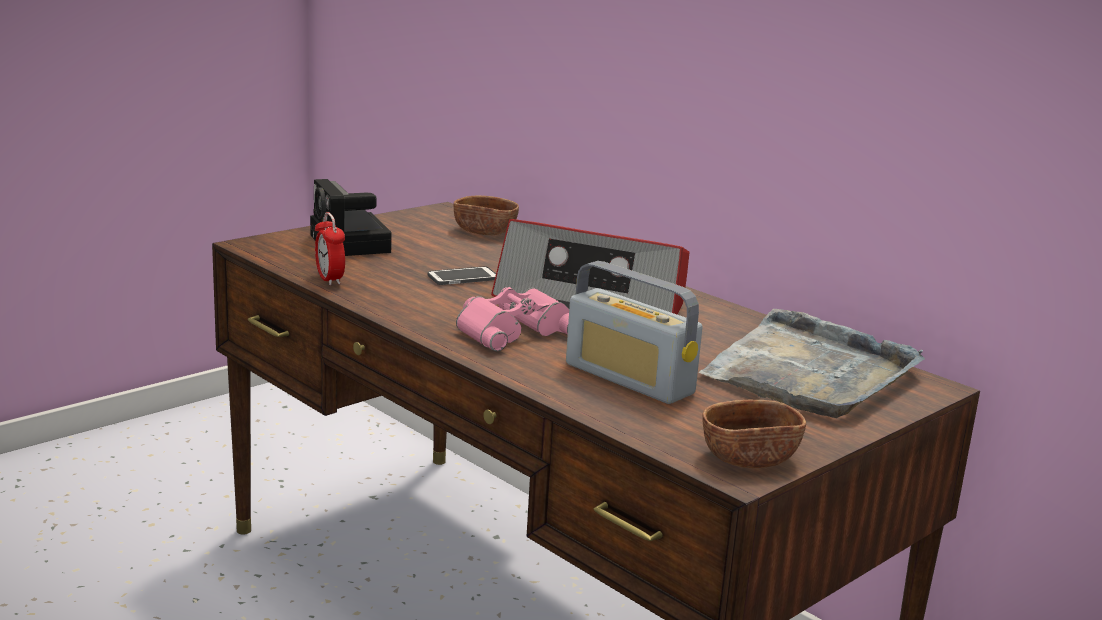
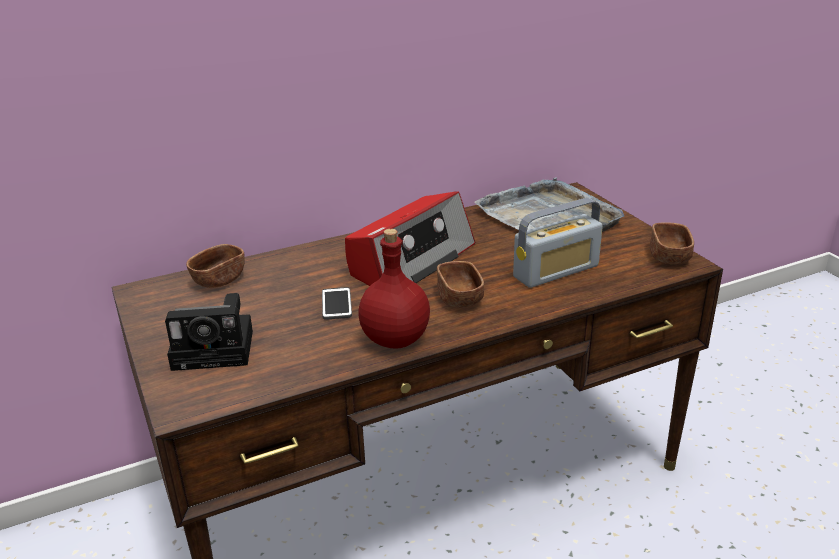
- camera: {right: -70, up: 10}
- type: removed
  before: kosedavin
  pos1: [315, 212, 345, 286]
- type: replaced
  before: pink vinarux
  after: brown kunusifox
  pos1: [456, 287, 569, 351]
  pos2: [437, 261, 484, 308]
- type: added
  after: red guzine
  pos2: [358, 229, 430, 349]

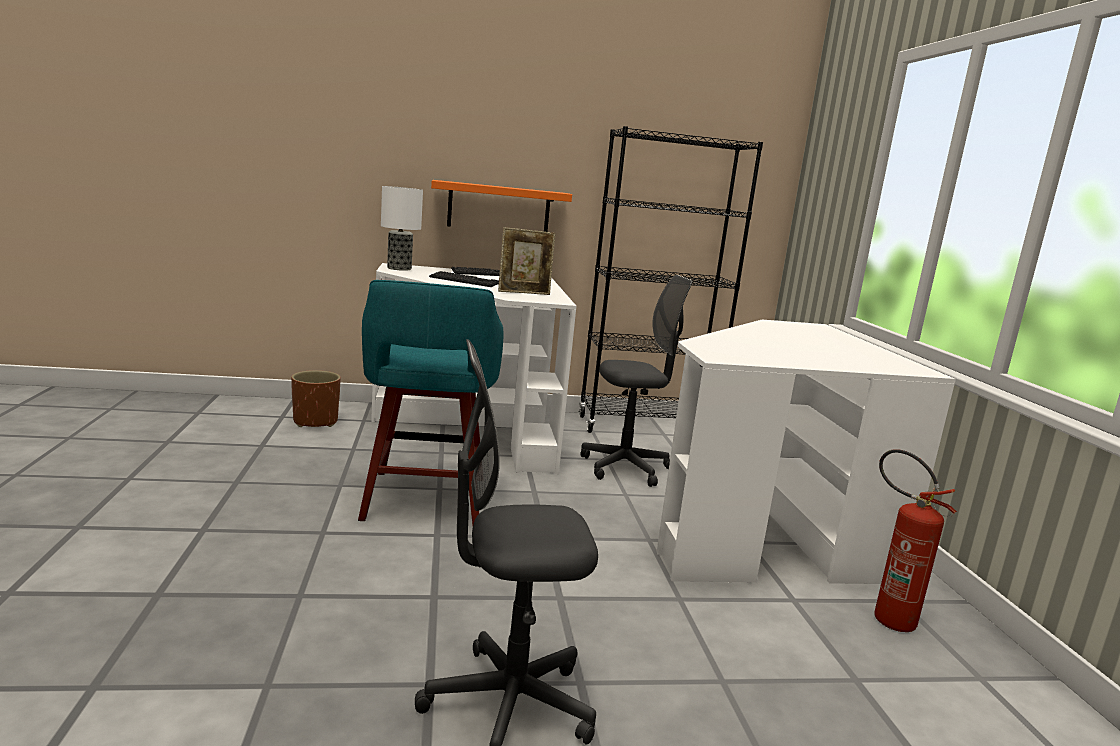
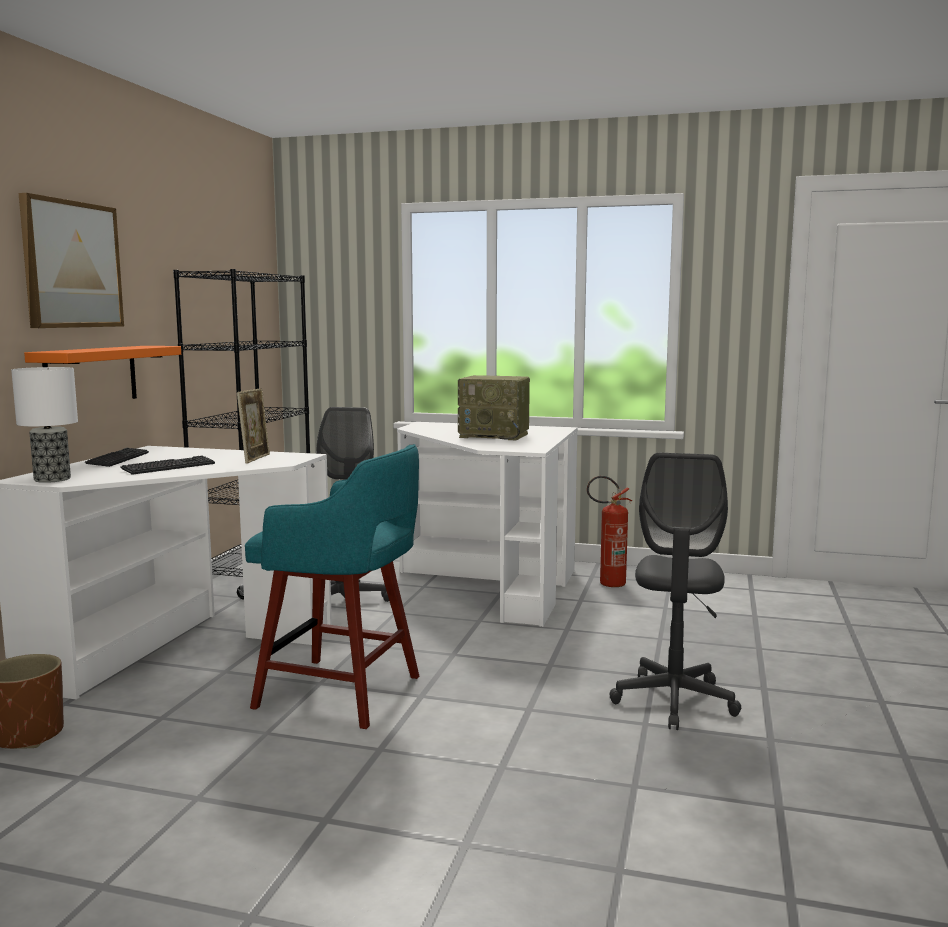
- camera: {right: -65, up: -5}
- type: added
  after: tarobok
  pos2: [19, 193, 124, 328]
- type: added
  after: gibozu
  pos2: [458, 375, 530, 440]

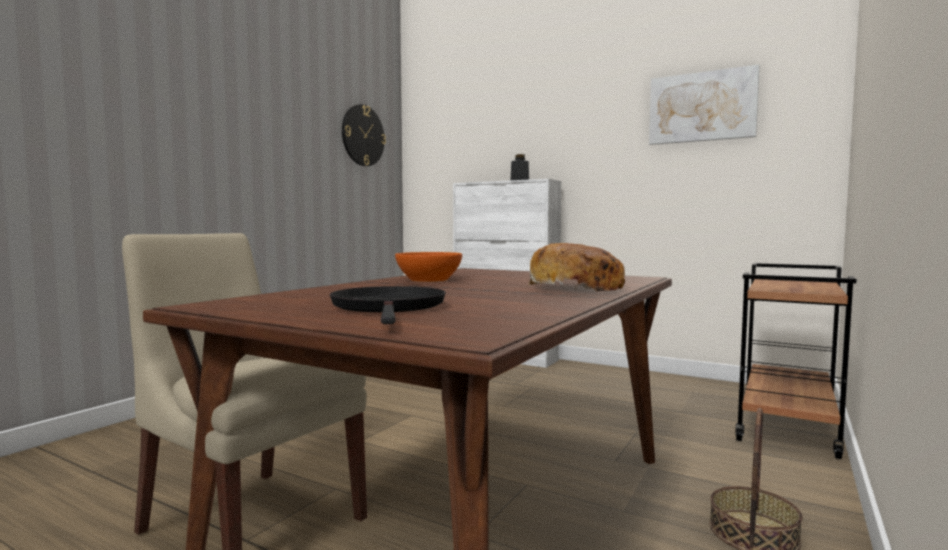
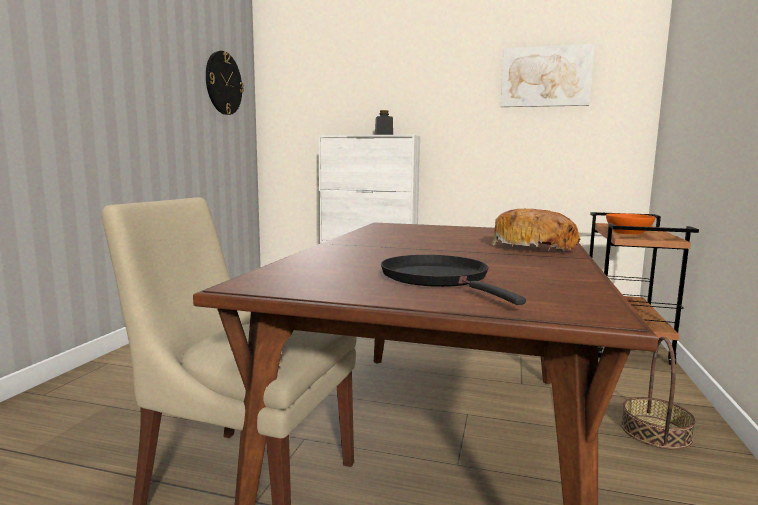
- camera: {right: -15, up: 5}
- type: moved
  before: orange kunusifox
  pos1: [395, 252, 462, 282]
  pos2: [606, 213, 656, 235]

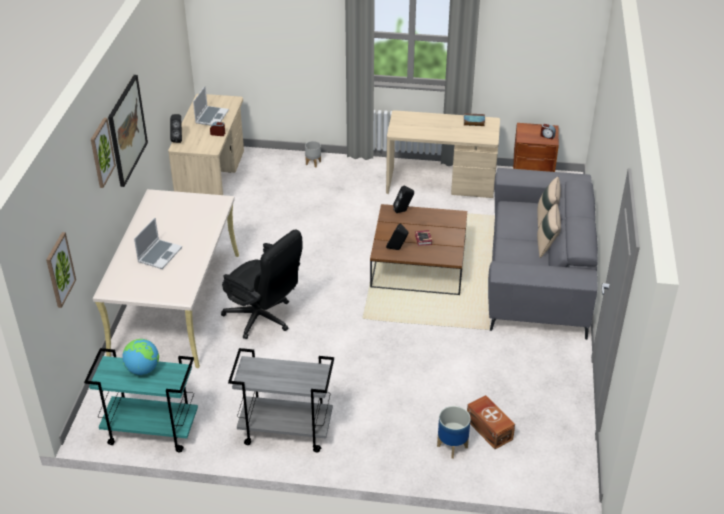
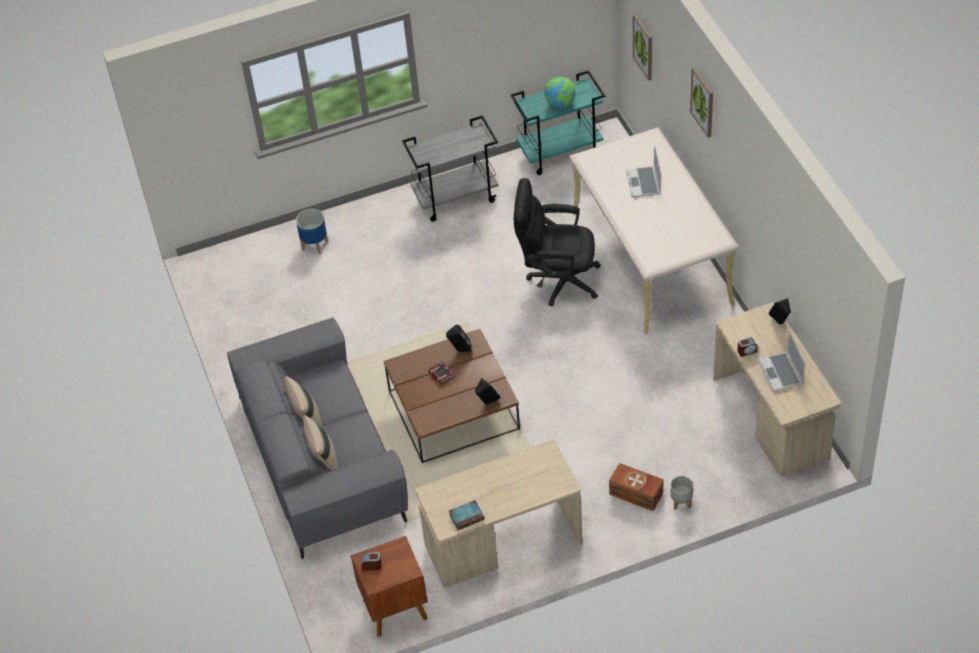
- camera: {right: 155, up: 10}
- type: removed
  before: tarobok
  pos1: [108, 75, 148, 187]
- type: moved
  before: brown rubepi
  pos1: [467, 395, 515, 449]
  pos2: [609, 463, 663, 511]

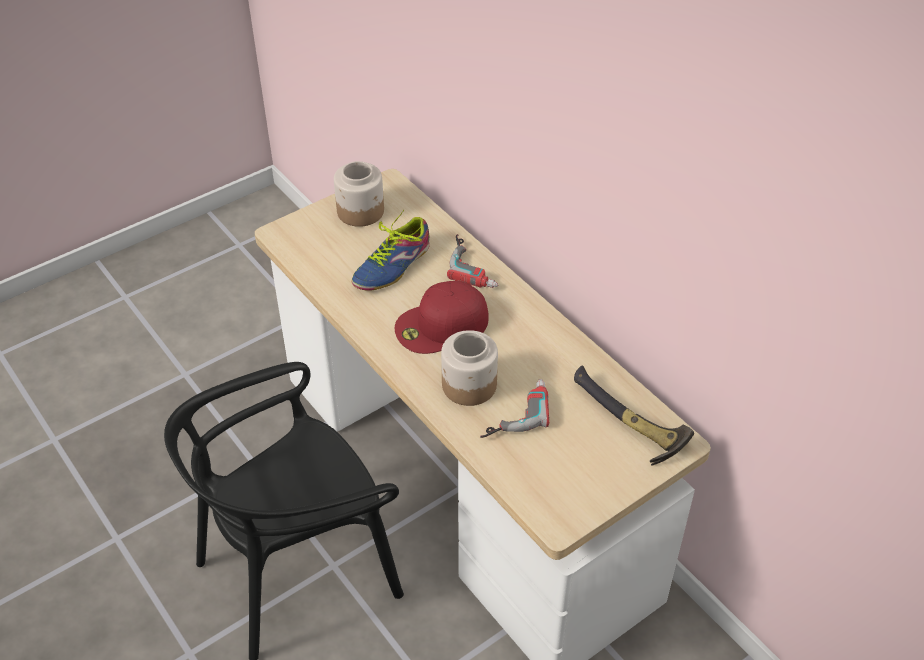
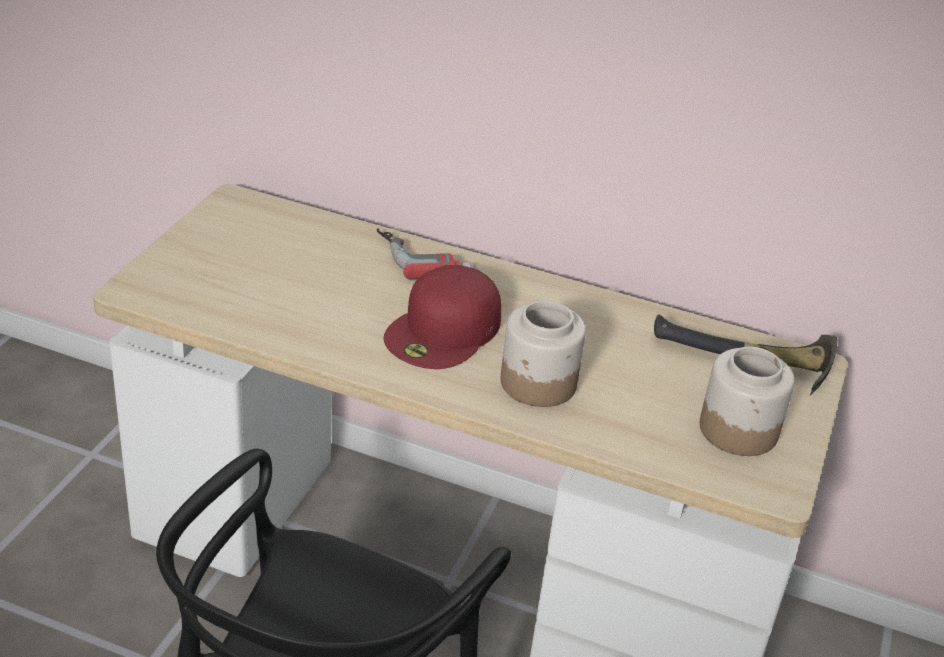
- camera: {right: -35, up: -10}
- type: moved
  before: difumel
  pos1: [334, 161, 384, 227]
  pos2: [700, 347, 795, 456]
- type: removed
  before: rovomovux
  pos1: [351, 210, 430, 291]
- type: removed
  before: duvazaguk
  pos1: [480, 379, 549, 438]

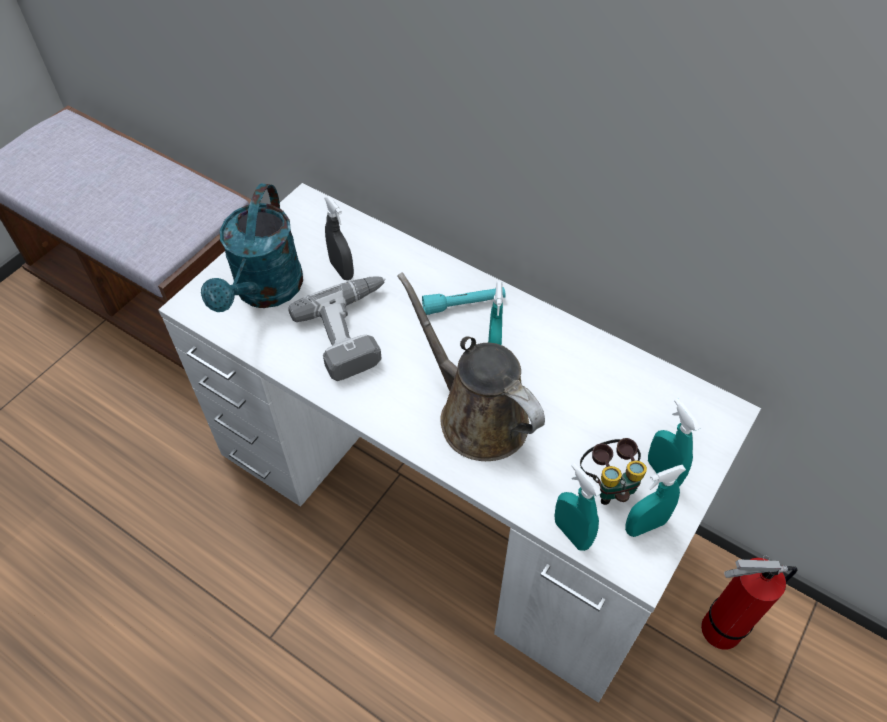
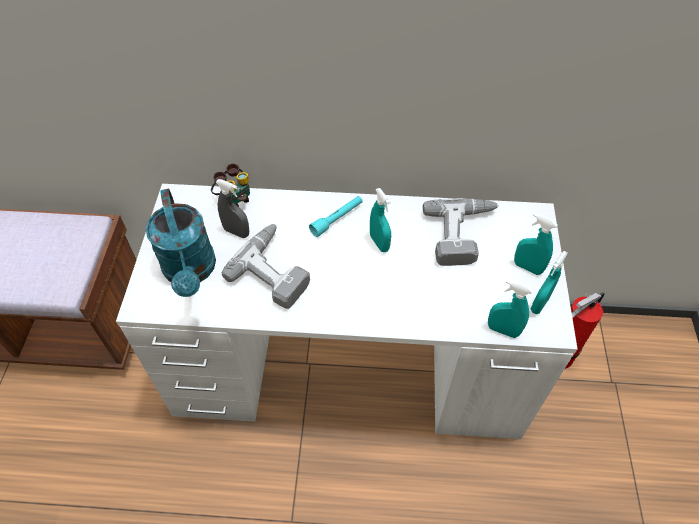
- camera: {right: -30, up: 0}
- type: removed
  before: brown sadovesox
  pos1: [398, 272, 545, 461]
- type: moved
  before: vinarux
  pos1: [580, 438, 647, 505]
  pos2: [211, 164, 250, 207]
- type: added
  after: duvazaguk
  pos2: [423, 198, 499, 266]

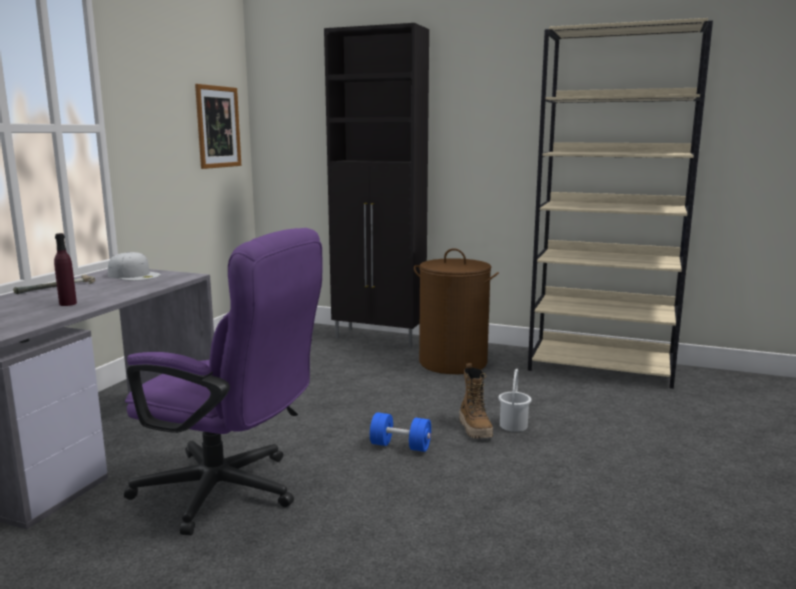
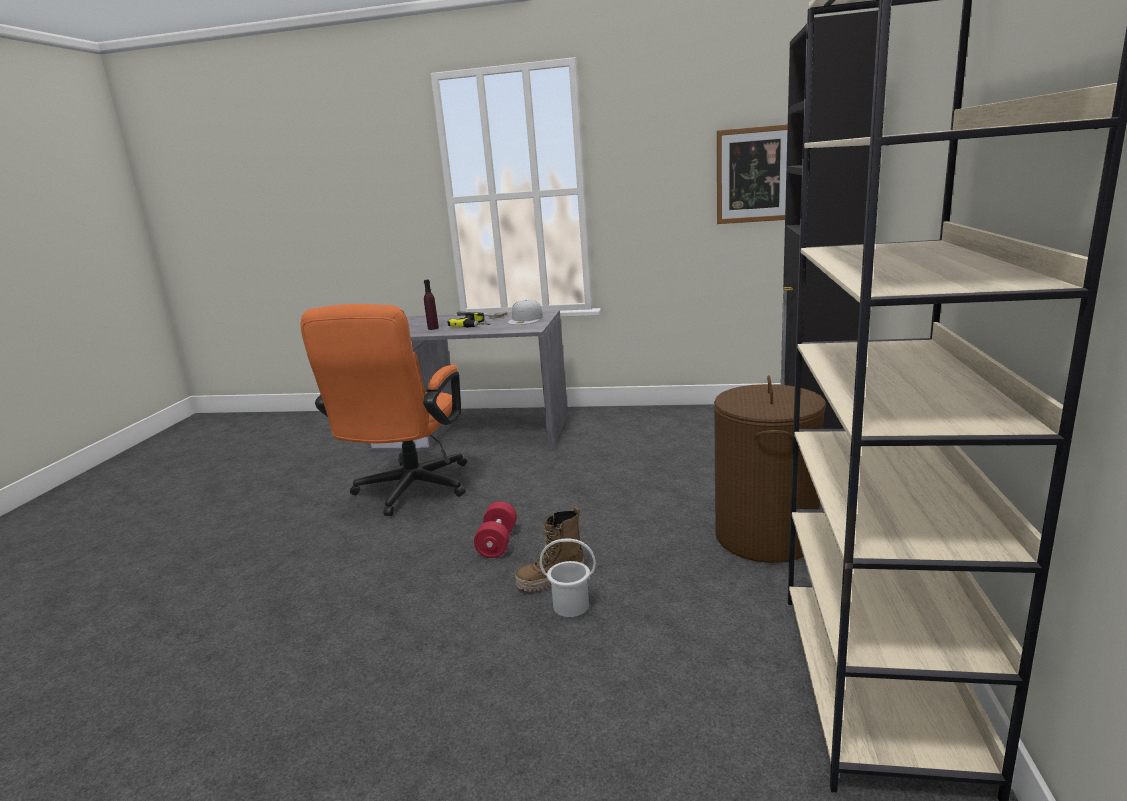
- camera: {right: 80, up: 5}
- type: recoloured
  before: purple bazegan
  after: orange bazegan
  pos1: [124, 228, 322, 535]
  pos2: [301, 304, 467, 516]
- type: recoloured
  before: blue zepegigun
  after: red zepegigun
  pos1: [370, 412, 431, 452]
  pos2: [474, 501, 517, 558]
- type: added
  after: duvazaguk
  pos2: [447, 312, 491, 328]

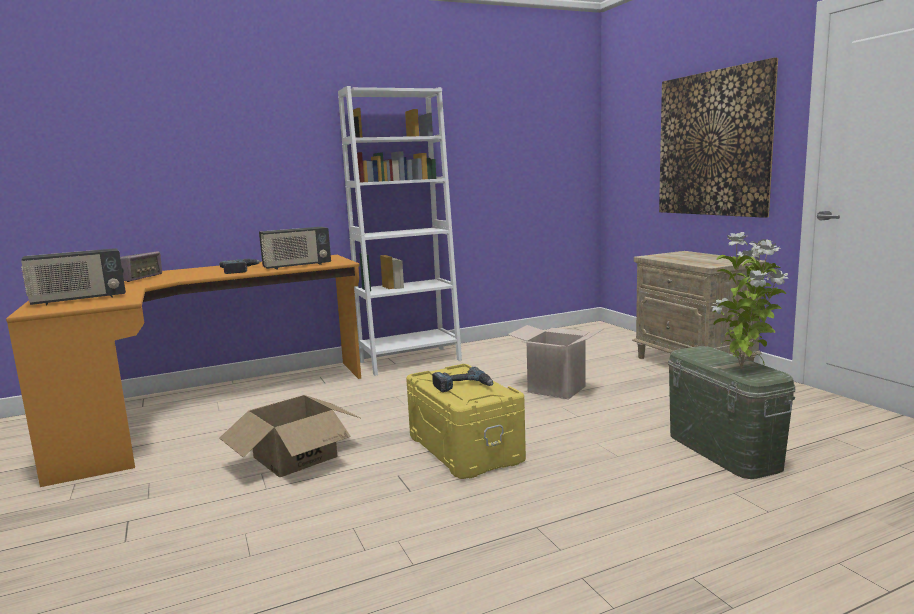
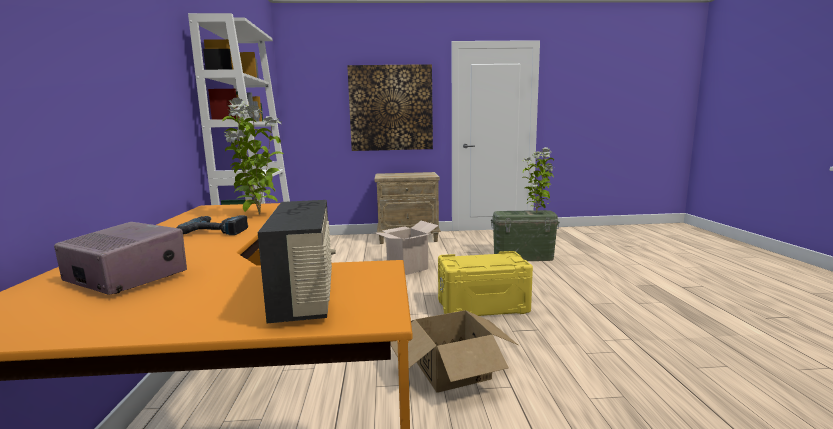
- camera: {right: -70, up: 0}
- type: replaced
  before: gibozu
  after: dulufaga
  pos1: [259, 227, 331, 270]
  pos2: [223, 98, 284, 215]
- type: removed
  before: duvazaguk
  pos1: [432, 367, 493, 392]

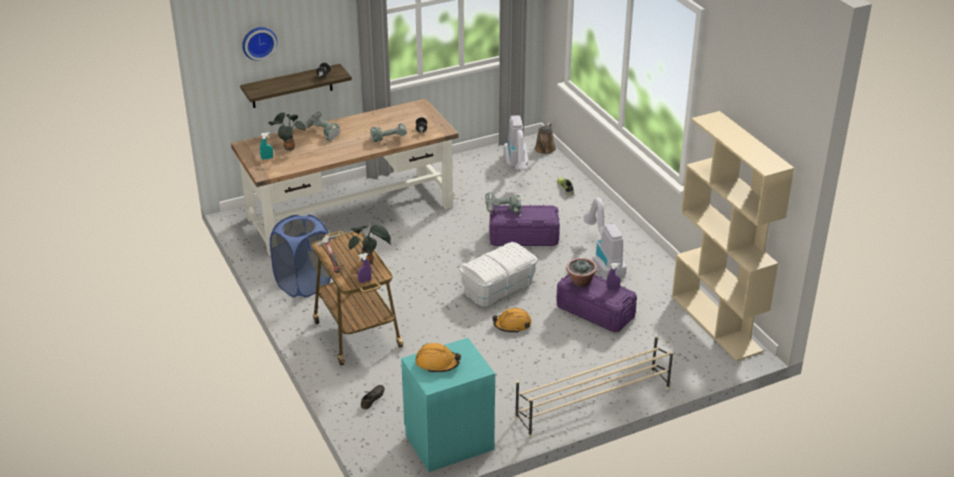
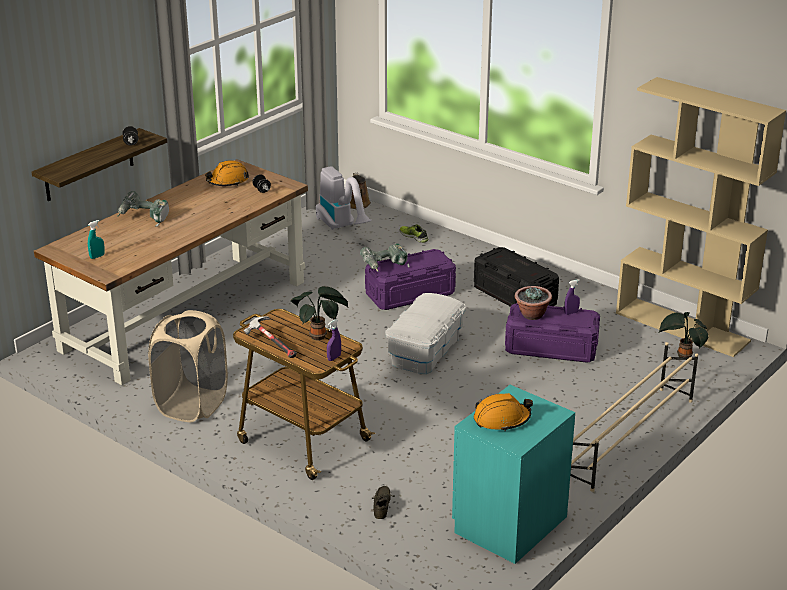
- camera: {right: -25, up: -5}
- type: removed
  before: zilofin
  pos1: [242, 27, 277, 61]
- type: moved
  before: dulufaga
  pos1: [268, 112, 306, 151]
  pos2: [659, 312, 709, 357]
- type: removed
  before: duvazaguk
  pos1: [370, 123, 407, 142]
- type: replaced
  before: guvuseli
  after: black rubepi
  pos1: [583, 197, 627, 278]
  pos2: [474, 247, 559, 307]
- type: recoloured
  before: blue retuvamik
  after: beige retuvamik
  pos1: [270, 215, 331, 298]
  pos2: [148, 310, 228, 422]
- type: moved
  before: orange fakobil
  pos1: [492, 308, 532, 333]
  pos2: [205, 160, 249, 186]

